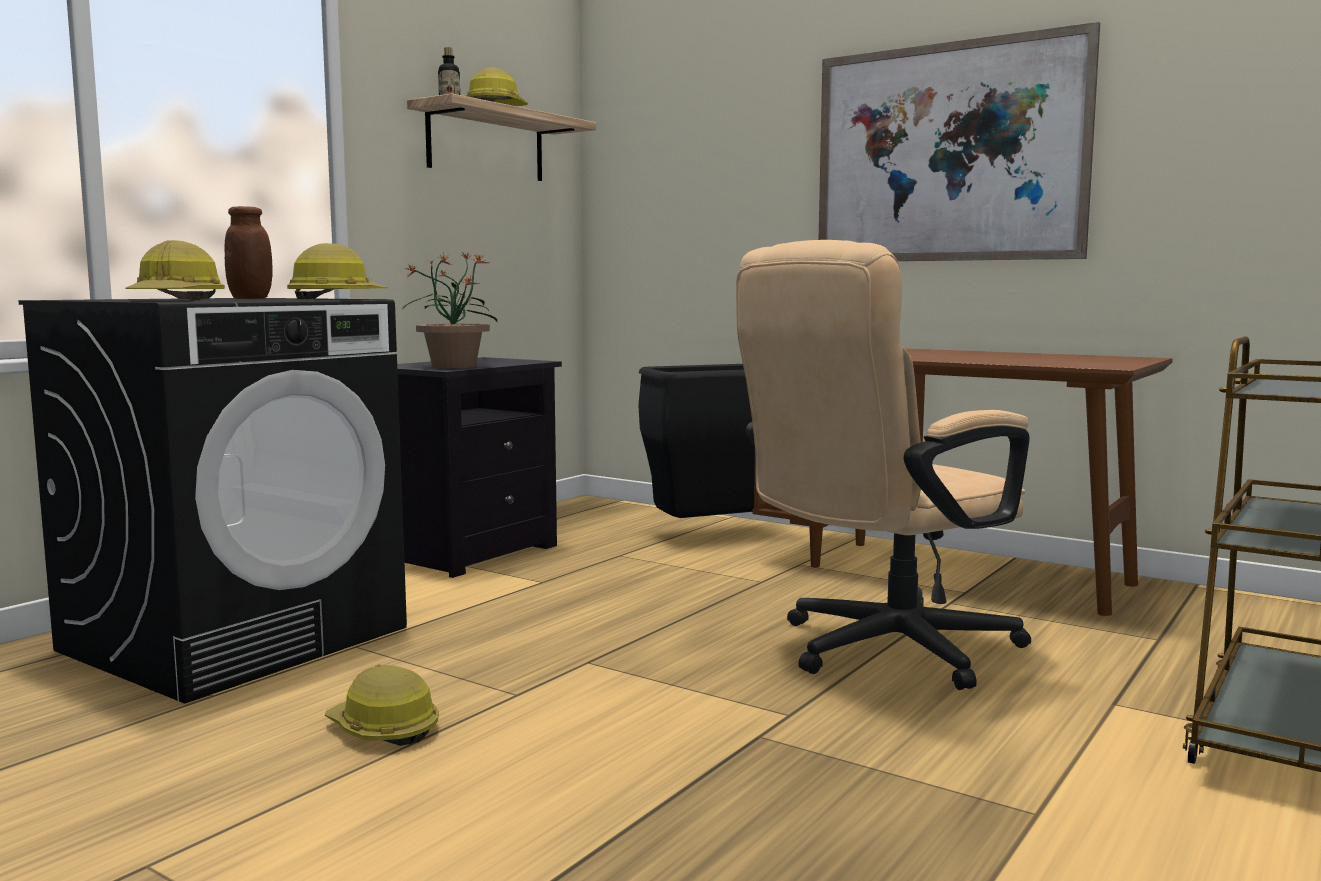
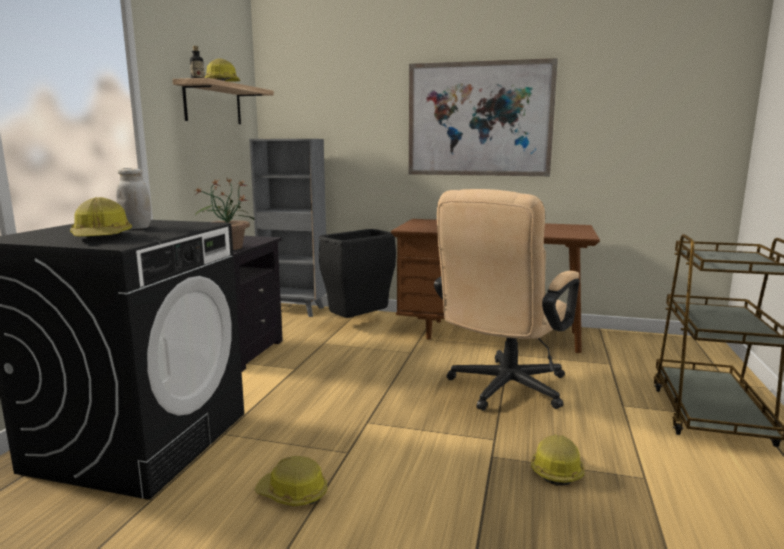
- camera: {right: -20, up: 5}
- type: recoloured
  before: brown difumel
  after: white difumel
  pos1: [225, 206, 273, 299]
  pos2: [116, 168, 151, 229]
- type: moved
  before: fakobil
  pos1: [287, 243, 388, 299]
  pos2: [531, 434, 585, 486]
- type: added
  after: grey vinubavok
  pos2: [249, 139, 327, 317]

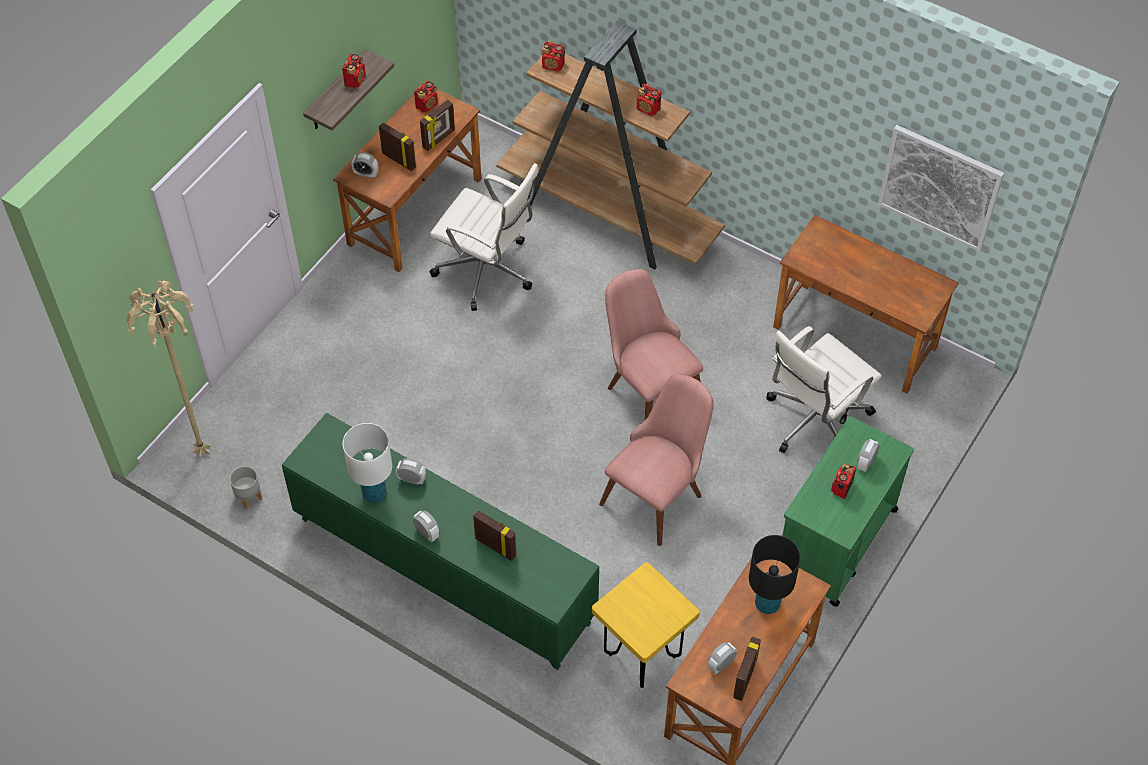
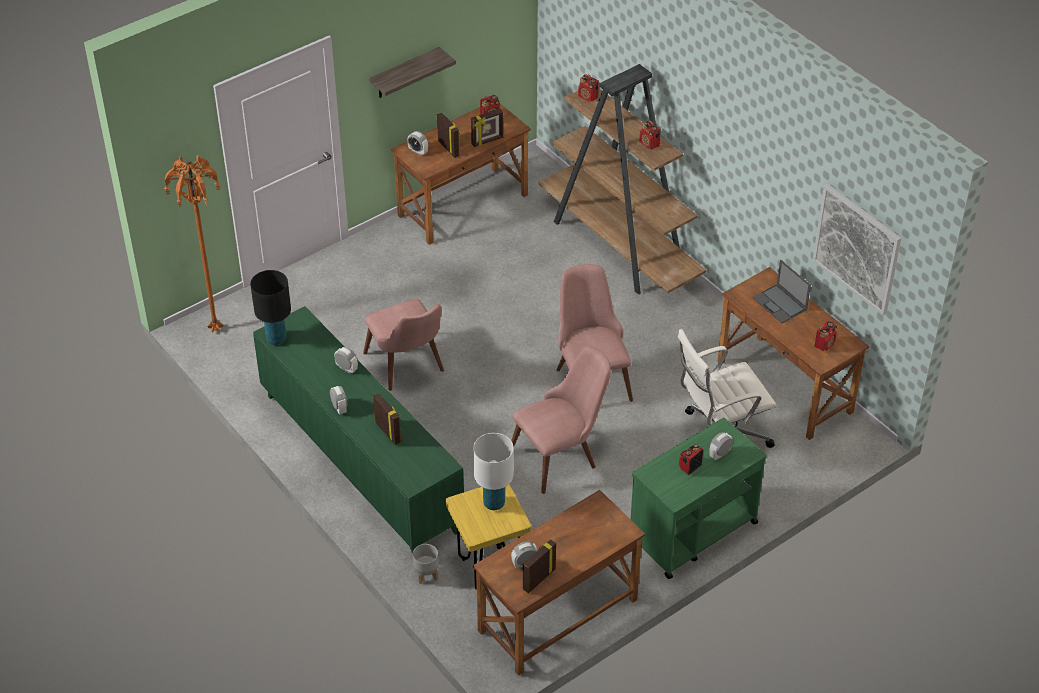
- camera: {right: 20, up: -10}
- type: moved
  before: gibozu
  pos1: [342, 54, 366, 88]
  pos2: [815, 321, 837, 351]
- type: removed
  before: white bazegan
  pos1: [430, 163, 539, 311]
- type: recoloured
  before: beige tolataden
  after: orange tolataden
  pos1: [126, 281, 211, 457]
  pos2: [164, 155, 223, 333]
- type: moved
  before: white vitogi
  pos1: [343, 423, 392, 502]
  pos2: [473, 433, 514, 510]
- type: moved
  before: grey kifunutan
  pos1: [230, 466, 262, 509]
  pos2: [413, 544, 438, 584]
- type: moved
  before: black vitogi
  pos1: [749, 535, 801, 614]
  pos2: [250, 270, 291, 345]
- type: added
  after: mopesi
  pos2: [752, 260, 811, 323]
- type: added
  after: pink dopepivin
  pos2: [363, 299, 444, 391]

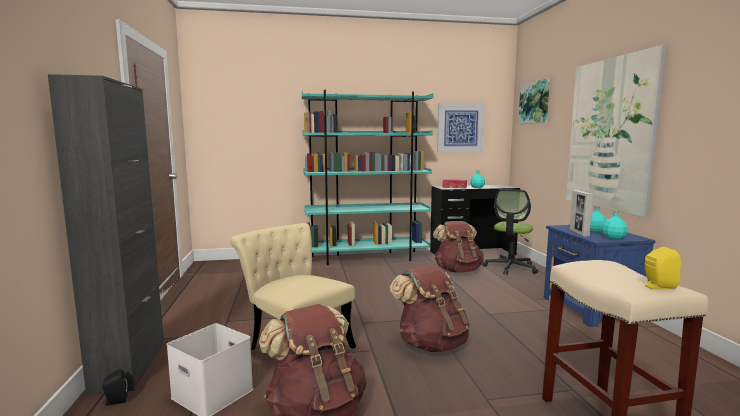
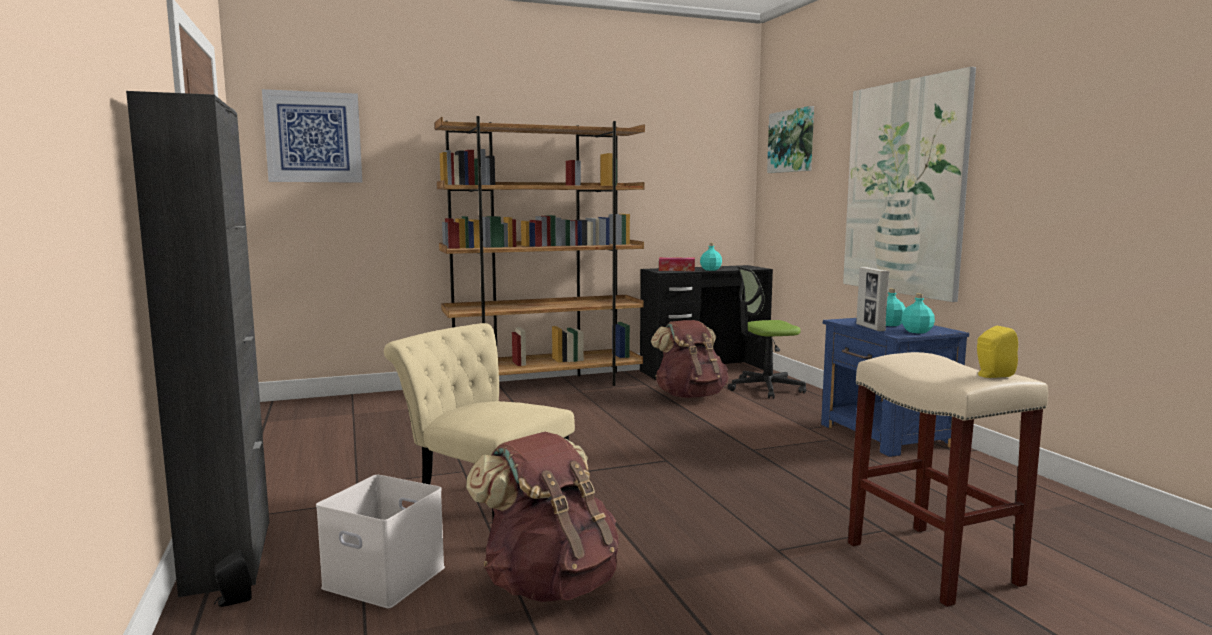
- camera: {right: -10, up: 0}
- type: recoloured
  before: turquoise vinubavok
  after: brown vinubavok
  pos1: [302, 90, 434, 265]
  pos2: [435, 116, 645, 386]
- type: moved
  before: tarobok
  pos1: [437, 103, 485, 152]
  pos2: [262, 89, 362, 183]
- type: turned
  before: bazegan
  pos1: [483, 189, 538, 275]
  pos2: [728, 267, 806, 399]
  turn: 60
- type: removed
  before: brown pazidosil
  pos1: [390, 265, 470, 352]

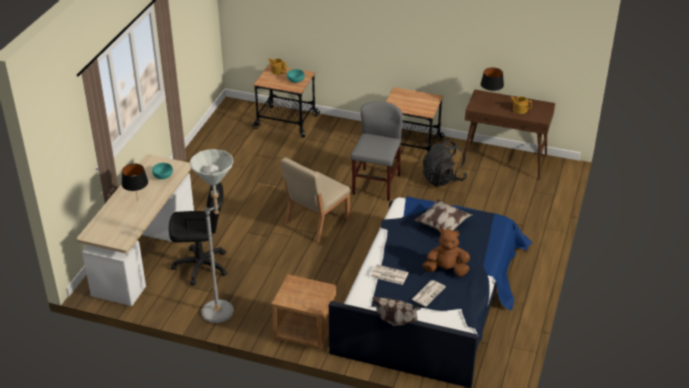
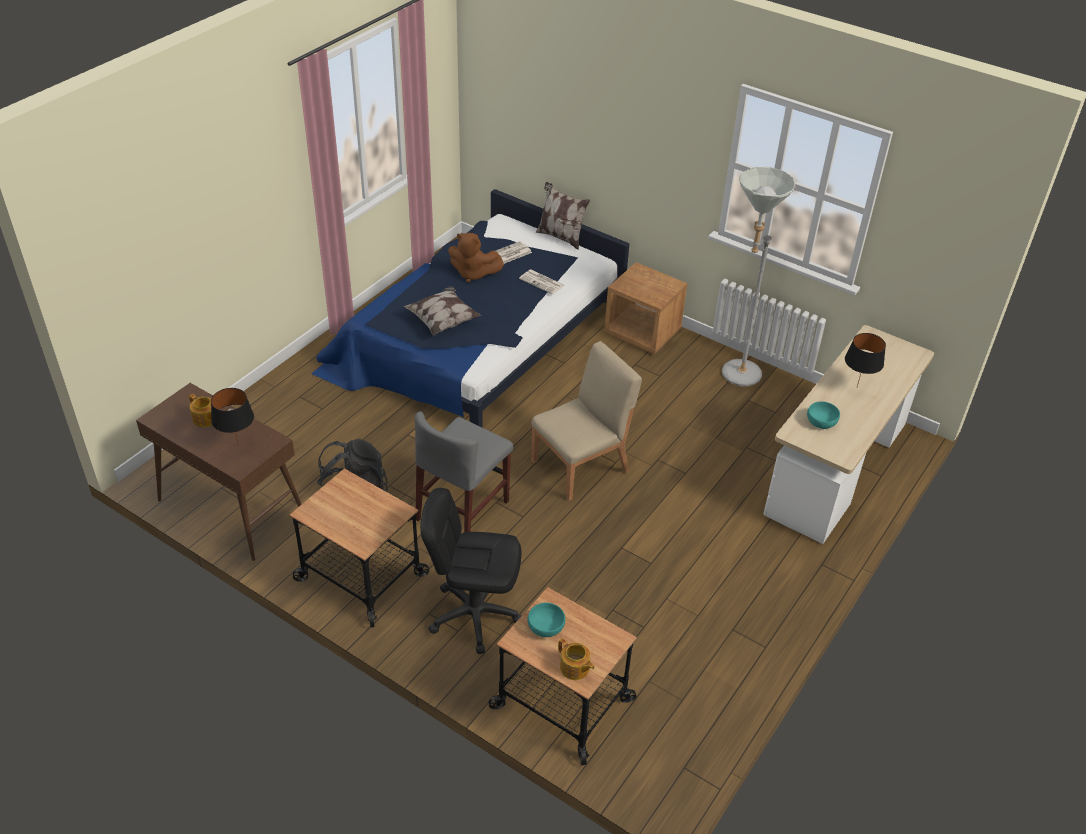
- camera: {right: -165, up: 5}
- type: moved
  before: black bazegan
  pos1: [169, 182, 227, 285]
  pos2: [420, 488, 522, 654]

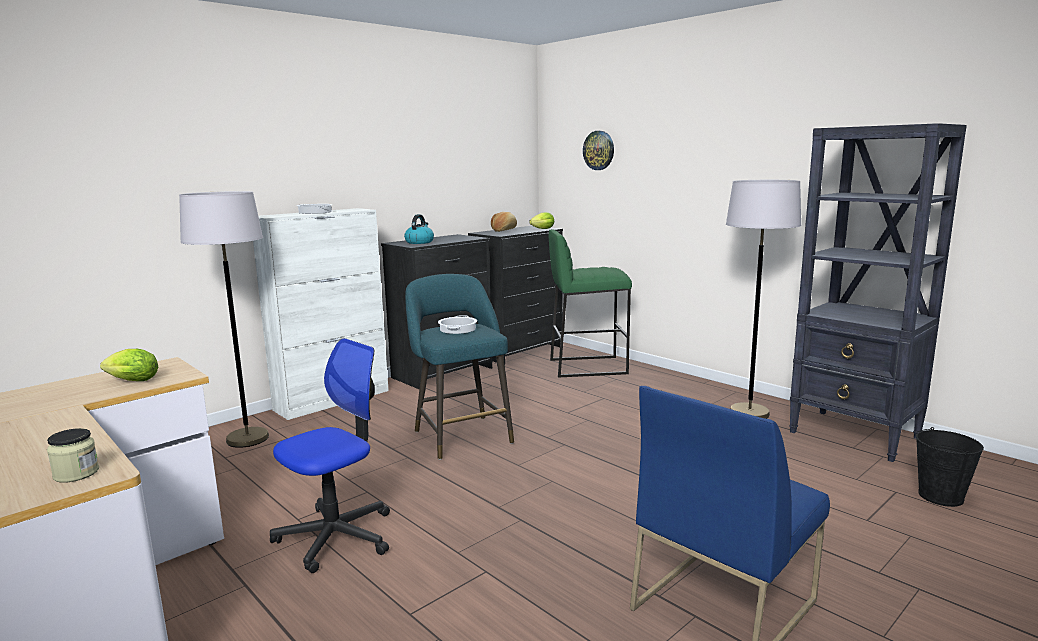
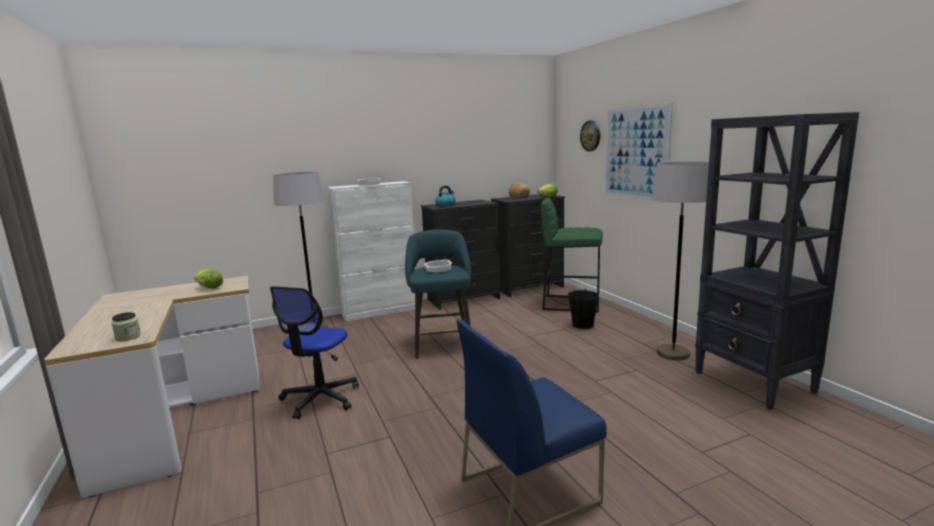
- camera: {right: 20, up: 0}
- type: turned
  before: bazegan
  pos1: [270, 338, 390, 573]
  pos2: [270, 286, 359, 419]
  turn: 135
- type: moved
  before: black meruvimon
  pos1: [916, 427, 984, 507]
  pos2: [568, 290, 599, 329]
- type: added
  after: tarobok
  pos2: [605, 102, 673, 203]

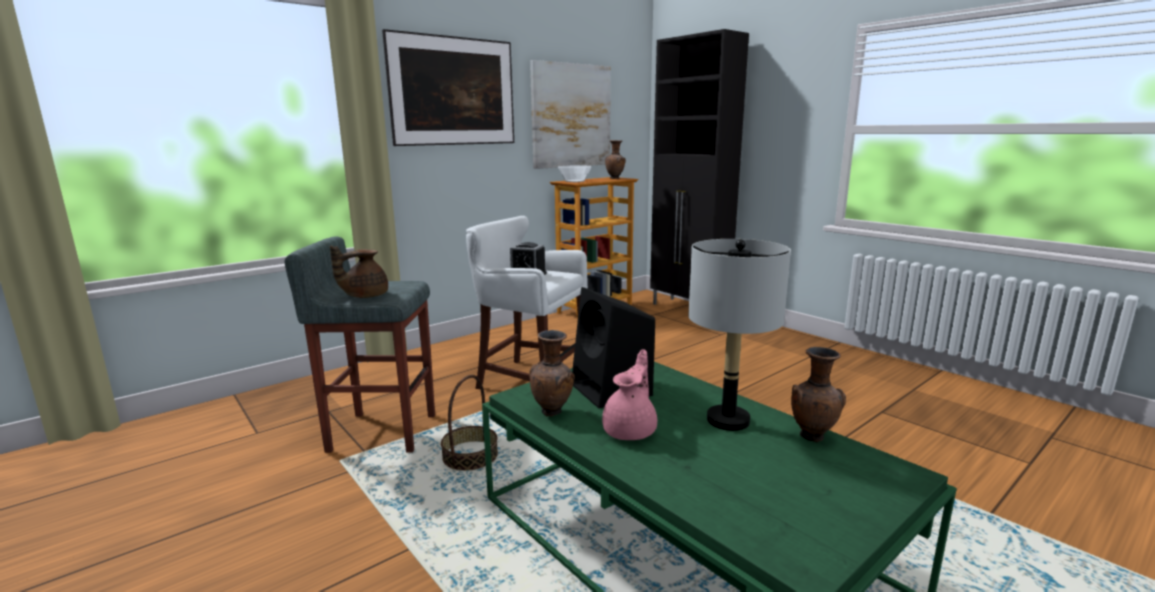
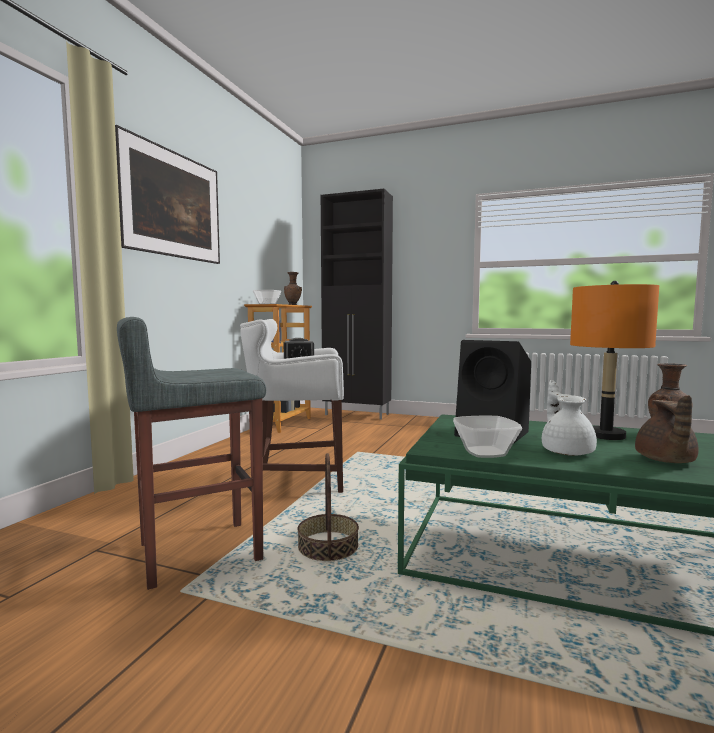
- camera: {right: -30, up: -10}
- type: removed
  before: tarobok
  pos1: [530, 60, 611, 169]
- type: recoloured
  before: grey vitogi
  after: orange vitogi
  pos1: [688, 239, 791, 431]
  pos2: [570, 281, 659, 440]
- type: moved
  before: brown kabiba
  pos1: [330, 246, 388, 298]
  pos2: [635, 395, 699, 463]
- type: replaced
  before: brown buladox
  after: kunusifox
  pos1: [529, 330, 575, 416]
  pos2: [453, 416, 522, 458]
- type: recoloured
  before: pink kabiba
  after: white kabiba
  pos1: [602, 349, 657, 440]
  pos2: [542, 380, 597, 456]

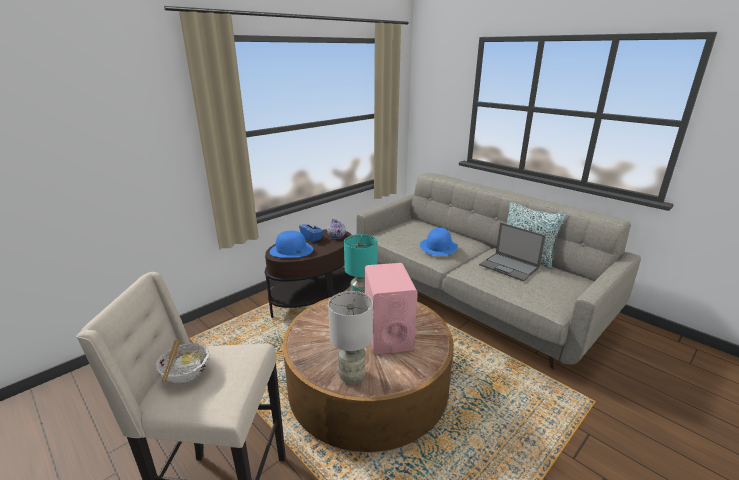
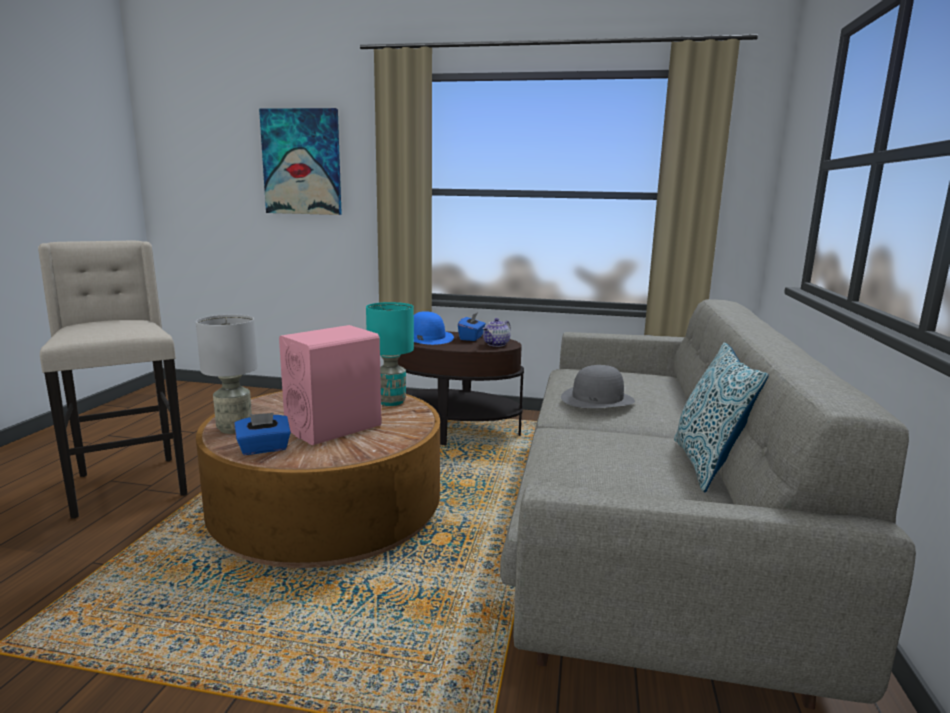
- camera: {right: 55, up: -10}
- type: removed
  before: mopesi
  pos1: [479, 222, 546, 282]
- type: recoloured
  before: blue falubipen
  after: grey falubipen
  pos1: [420, 228, 458, 256]
  pos2: [561, 365, 635, 408]
- type: removed
  before: kunusifox
  pos1: [155, 340, 210, 383]
- type: added
  after: tarobok
  pos2: [259, 108, 342, 215]
- type: added
  after: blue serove
  pos2: [234, 413, 291, 455]

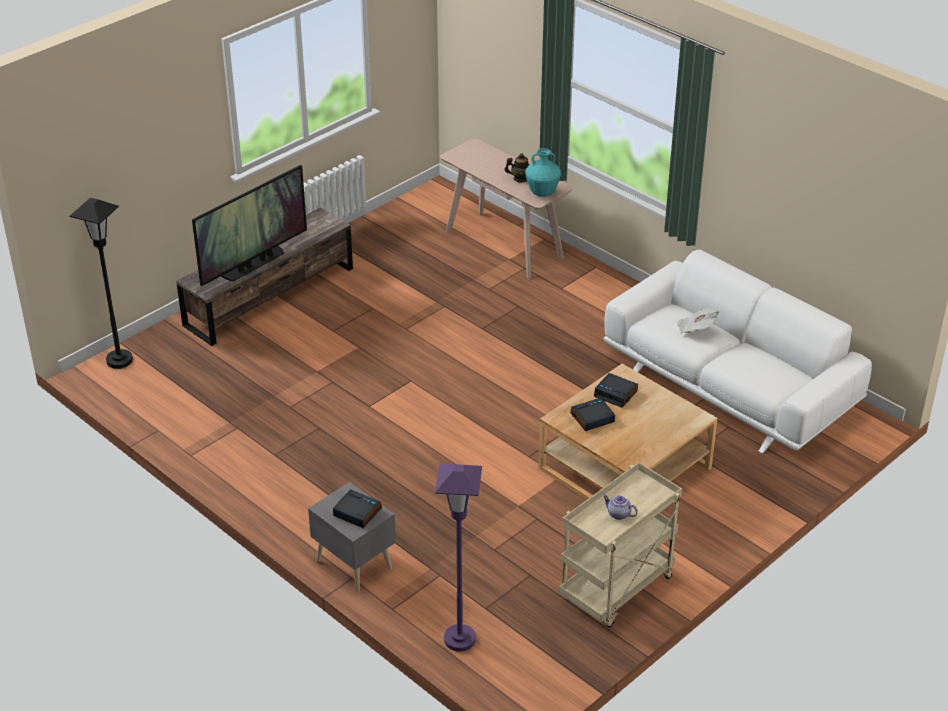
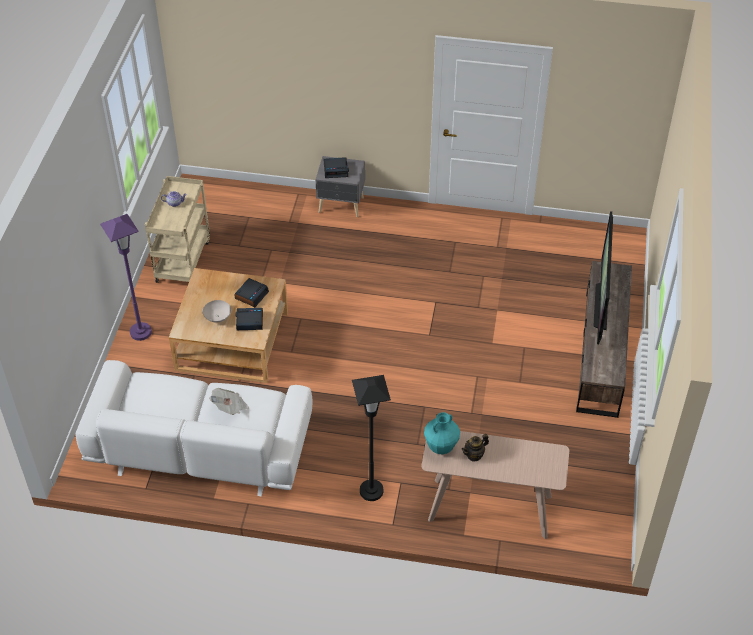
- camera: {right: 145, up: 10}
- type: moved
  before: black tolataden
  pos1: [69, 198, 133, 369]
  pos2: [352, 375, 391, 501]
- type: moved
  before: purple tolataden
  pos1: [435, 463, 482, 652]
  pos2: [100, 214, 152, 341]
- type: added
  after: white kunusifox
  pos2: [203, 300, 231, 323]

